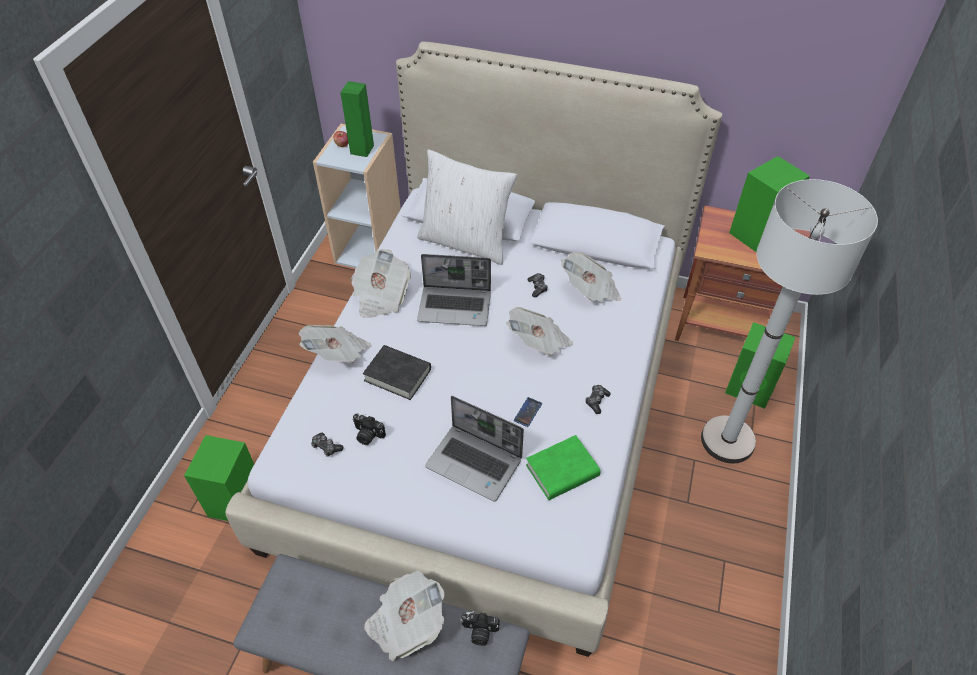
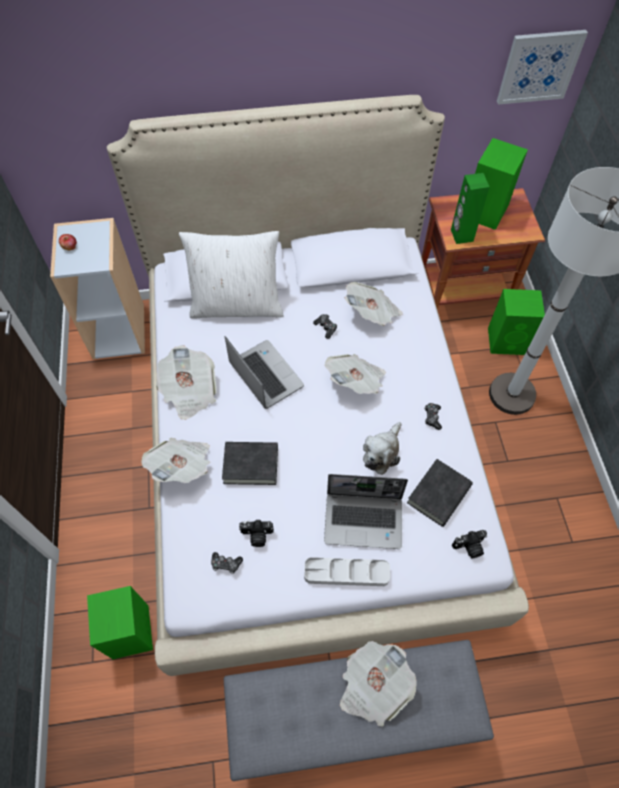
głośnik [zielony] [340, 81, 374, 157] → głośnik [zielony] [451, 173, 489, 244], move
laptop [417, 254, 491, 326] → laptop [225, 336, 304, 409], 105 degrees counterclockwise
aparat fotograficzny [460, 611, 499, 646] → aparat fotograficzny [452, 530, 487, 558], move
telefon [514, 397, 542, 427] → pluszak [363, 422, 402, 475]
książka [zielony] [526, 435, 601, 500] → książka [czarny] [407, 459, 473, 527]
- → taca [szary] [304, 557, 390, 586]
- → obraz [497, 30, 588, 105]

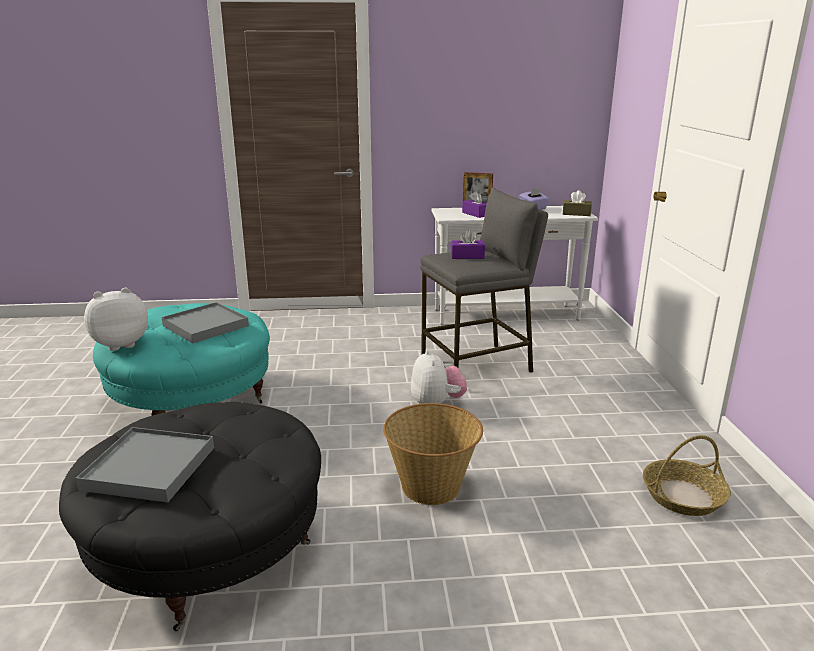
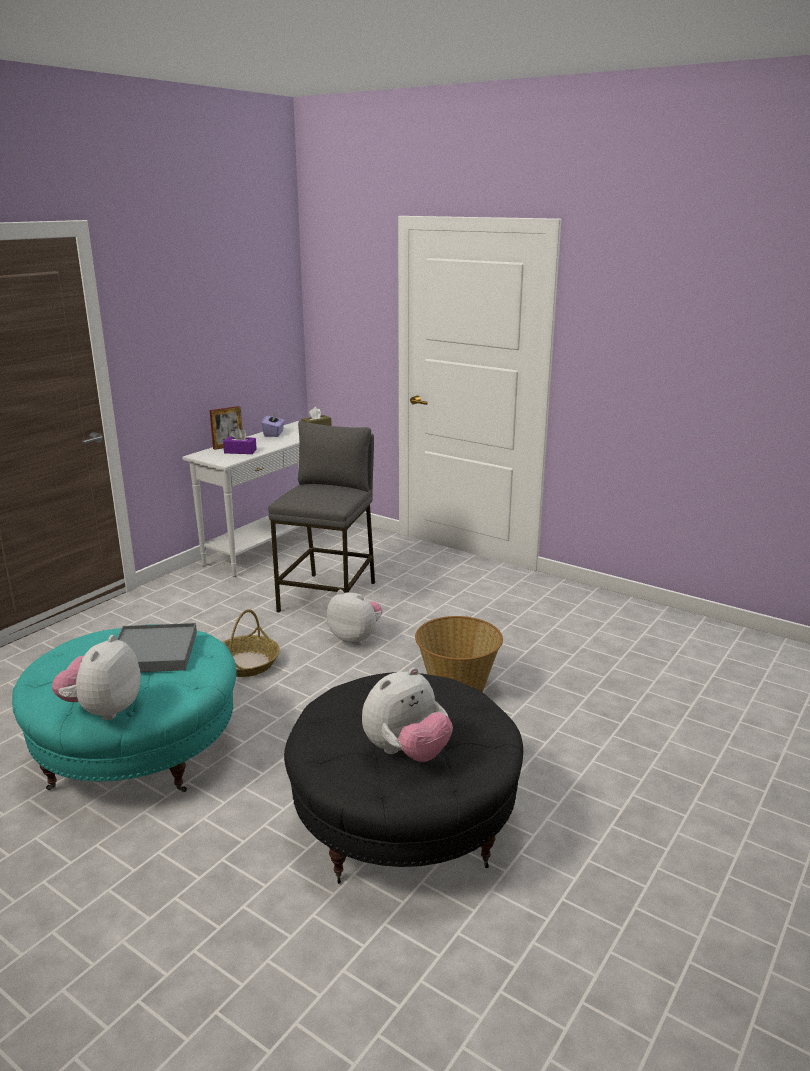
taca [szary] [76, 427, 214, 502] → pluszak [362, 667, 453, 762]
pudełko chusteczek [fioletowy] [451, 230, 485, 259] → -
koszyk [643, 435, 731, 516] → koszyk [223, 609, 280, 677], move

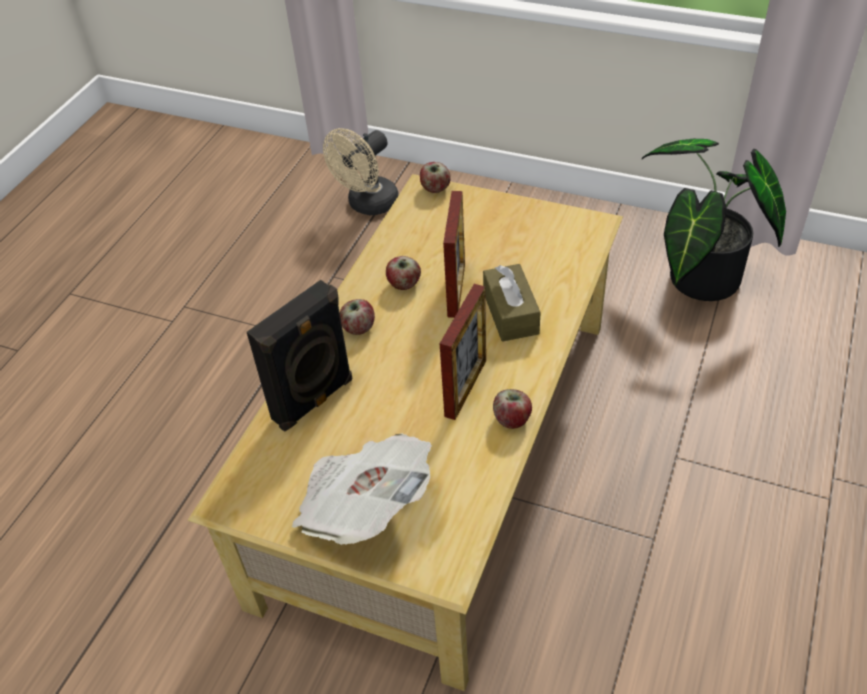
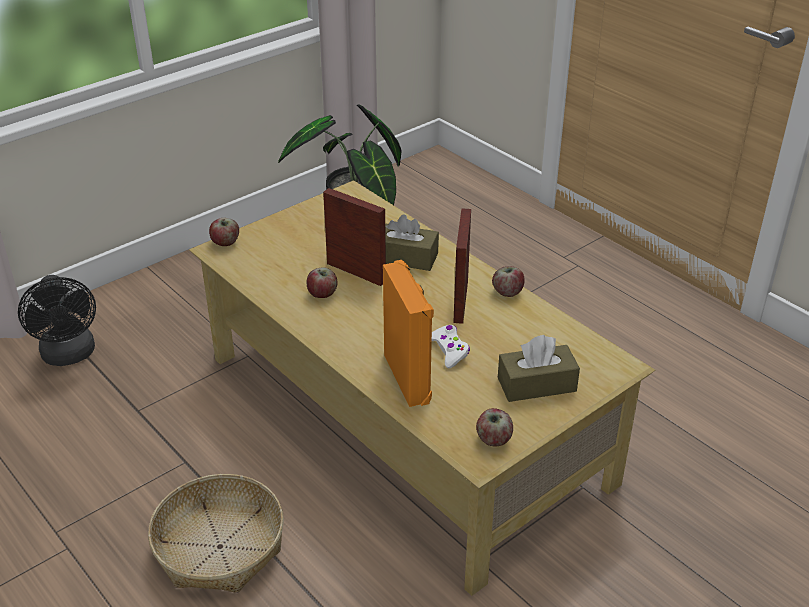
głośnik [czarny] [247, 280, 352, 432] → głośnik [pomarańczowy] [383, 260, 434, 407]
gazeta [292, 433, 432, 545] → pudełko chusteczek [brązowy] [498, 335, 580, 402]
wentylator [beżowy] [323, 128, 399, 215] → wentylator [czarny] [18, 275, 96, 366]
jabłko [340, 299, 375, 335] → jabłko [476, 408, 513, 446], move
ramka na zdjęcie [440, 284, 486, 420] → ramka na zdjęcie [453, 208, 471, 324], 135 degrees counterclockwise
- → koszyk [148, 474, 284, 593]
- → pad do gier [biały] [432, 325, 470, 368]

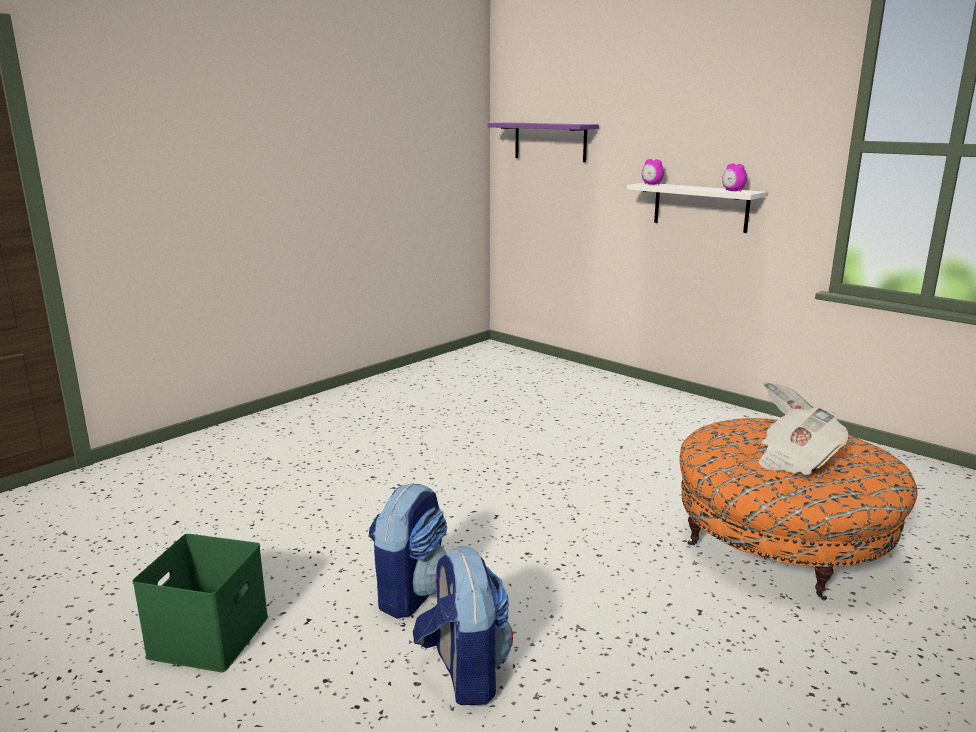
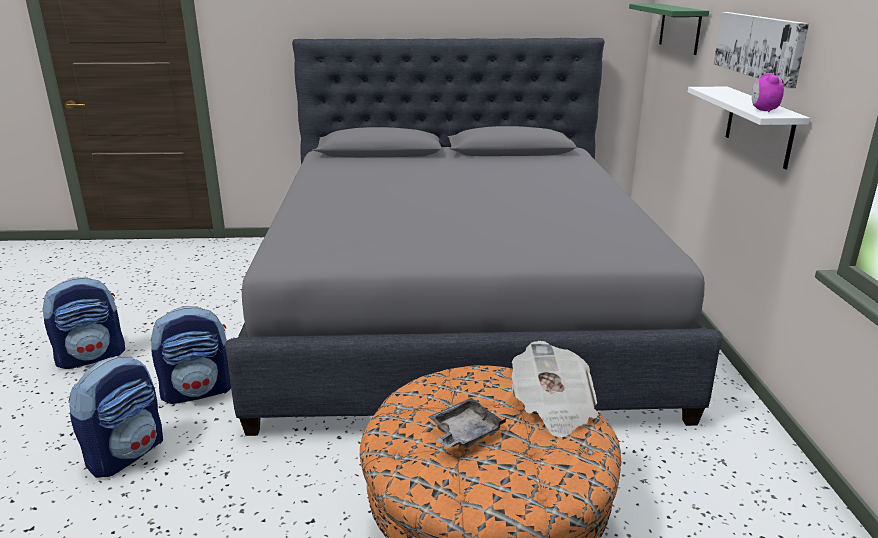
pojemnik do przechowywania [zielony] [132, 534, 268, 672] → plecak [42, 277, 125, 369]
półka [fioletowy] [488, 123, 599, 162] → półka [zielony] [629, 4, 709, 55]
budzik [642, 159, 664, 185] → -
gazeta [759, 407, 848, 475] → taca [szary] [429, 398, 506, 448]
- → łóżko [szary] [225, 38, 723, 436]
- → obraz [714, 12, 809, 88]

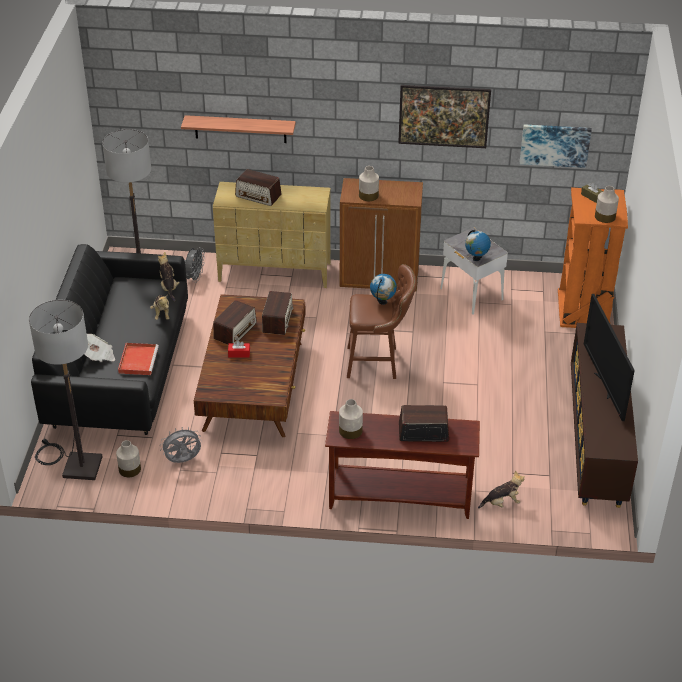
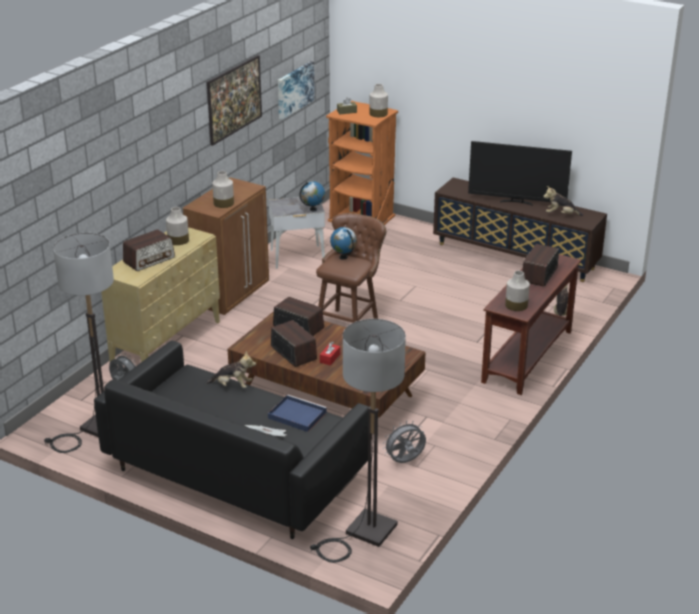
wazon [beżowy] [116, 440, 141, 477] → wazon [beżowy] [166, 207, 189, 245], move
taca [czerwony] [118, 343, 159, 375] → taca [niebieski] [268, 395, 327, 432]
pluszak [158, 252, 180, 301] → pluszak [543, 186, 583, 216], move
wentylator [szary] [160, 427, 201, 463] → wentylator [szary] [383, 421, 426, 463], 60 degrees clockwise
półka [181, 115, 296, 143] → -

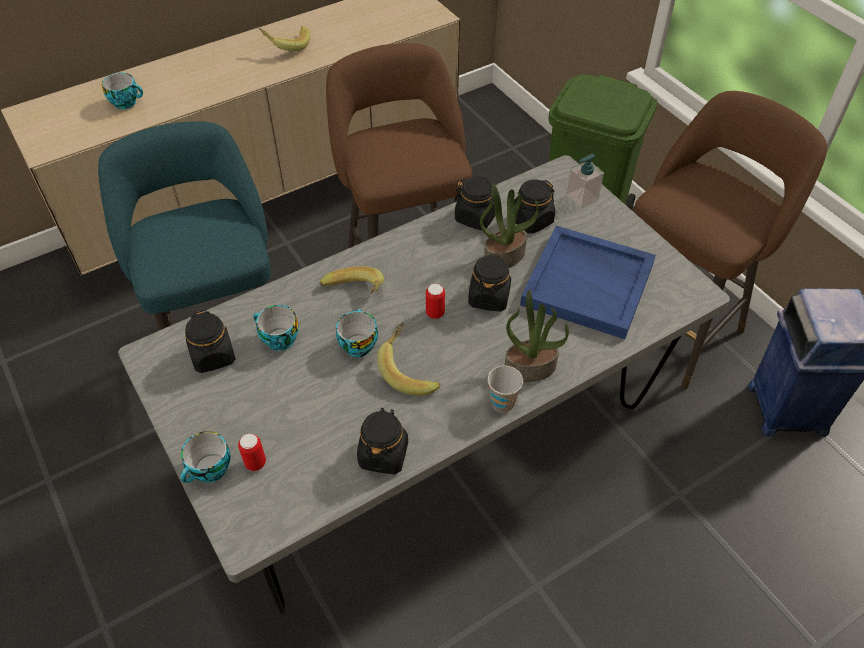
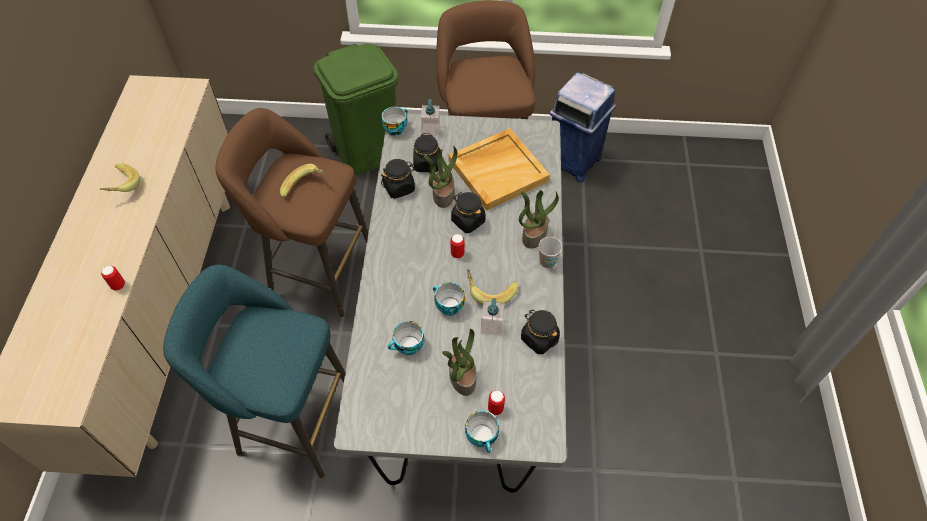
filiżanka [102, 72, 143, 109] → filiżanka [382, 107, 408, 136], move
słoik [czarny] [185, 310, 236, 373] → -
banan [319, 266, 384, 294] → banan [280, 164, 325, 199], move
taca [niebieski] [520, 226, 656, 339] → taca [beżowy] [449, 128, 550, 211]
- → puszka [101, 265, 125, 290]
- → roślina doniczkowa [442, 329, 477, 396]
- → dozownik mydła [481, 298, 505, 336]

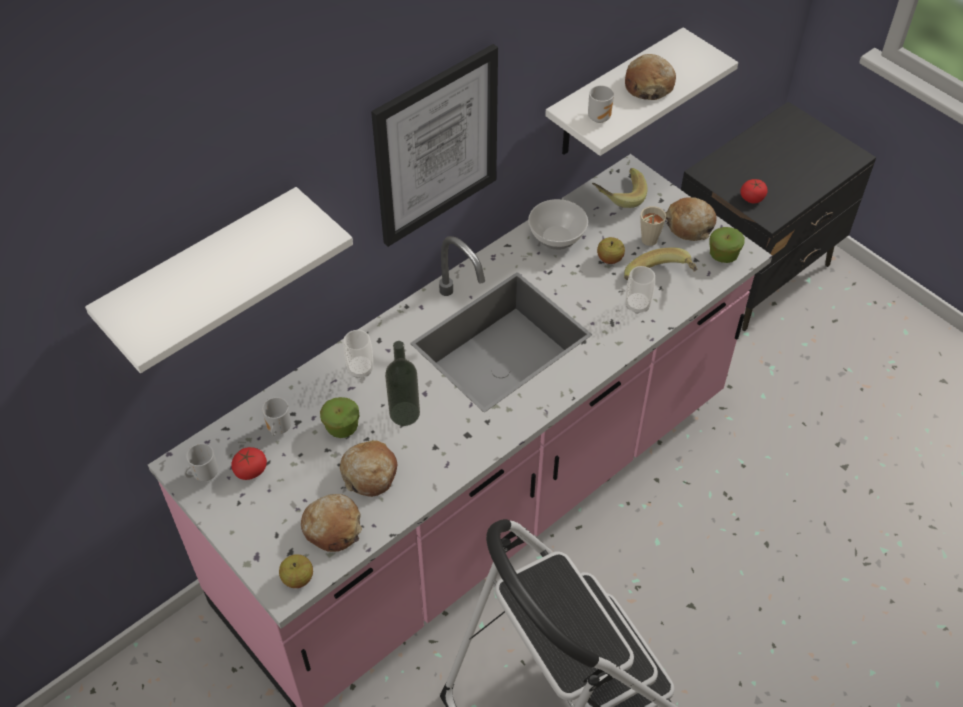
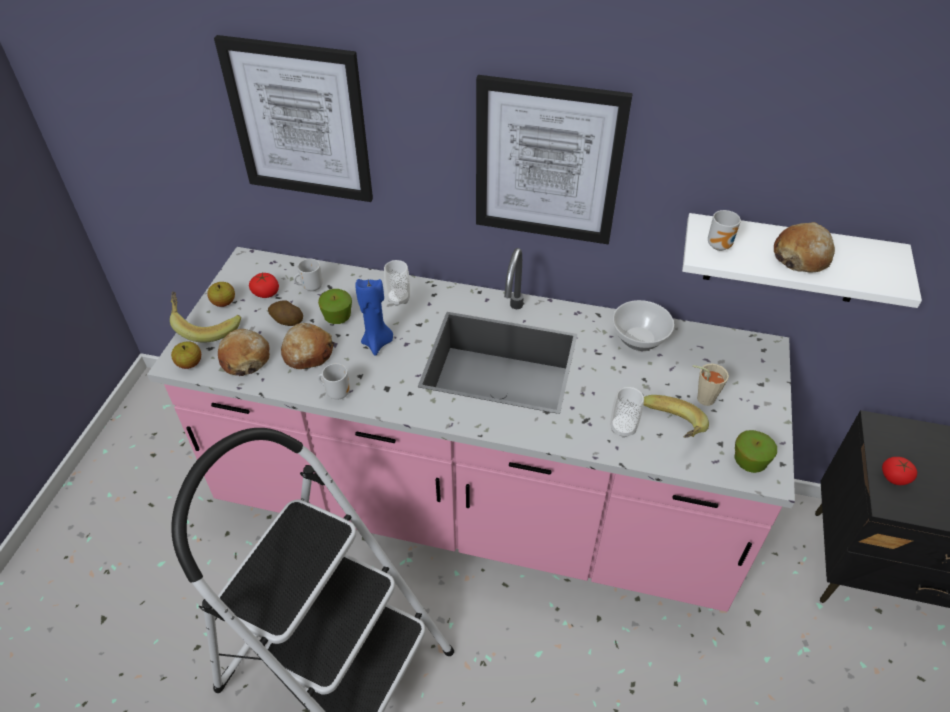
półka [biały] [85, 187, 353, 373] → obraz [214, 35, 373, 202]
kubek [184, 444, 218, 481] → kubek [318, 363, 350, 400], move
butelka [385, 341, 420, 426] → świeca [niebieski] [355, 279, 393, 356]
banan [592, 168, 648, 208] → banan [170, 292, 241, 343], move
jabłko [597, 237, 625, 264] → jabłko [207, 282, 235, 307], move
chleb [666, 197, 717, 241] → -
- → ziemniak [268, 300, 303, 326]

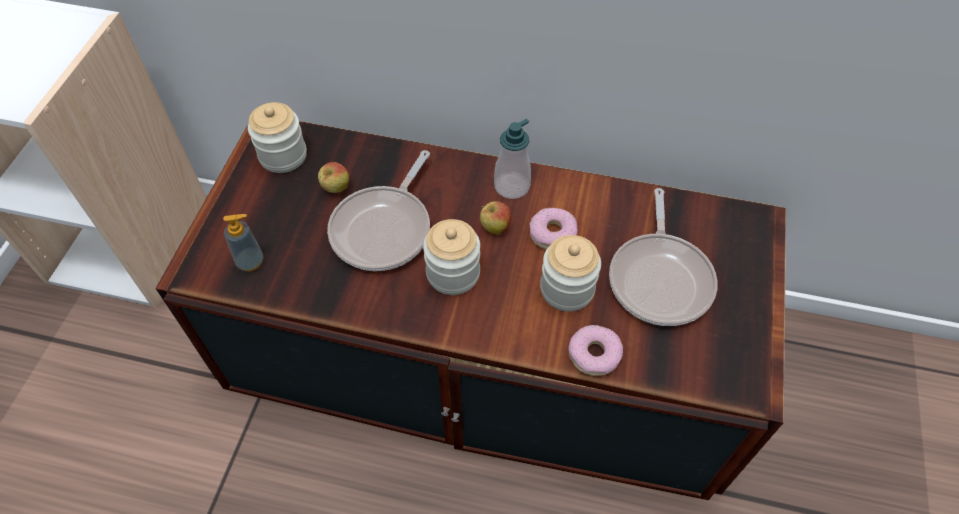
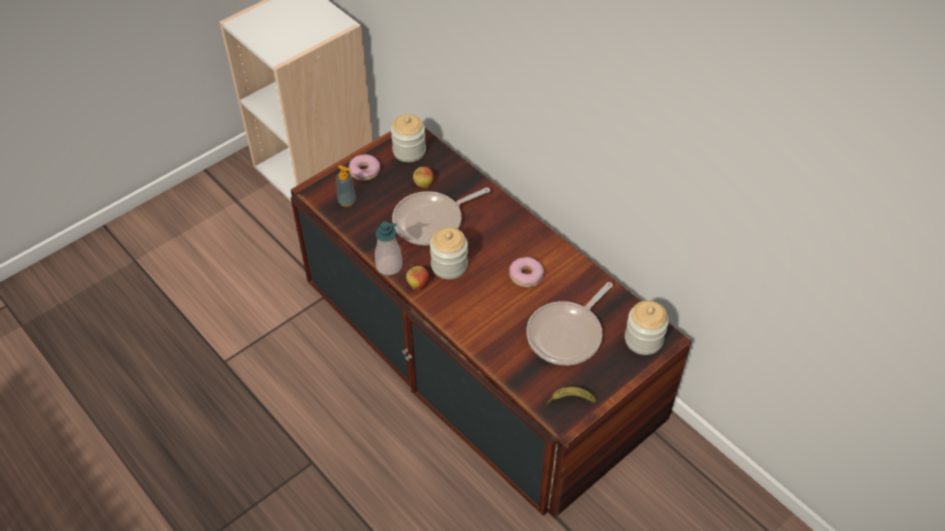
jabłko [480, 202, 511, 235] → jabłko [406, 265, 429, 290], move
dozownik mydła [494, 119, 531, 199] → dozownik mydła [375, 221, 403, 275], move
słoik [540, 235, 601, 312] → słoik [625, 300, 669, 355], move
donut [568, 325, 623, 376] → donut [349, 154, 380, 181], move
- → banan [546, 386, 597, 407]

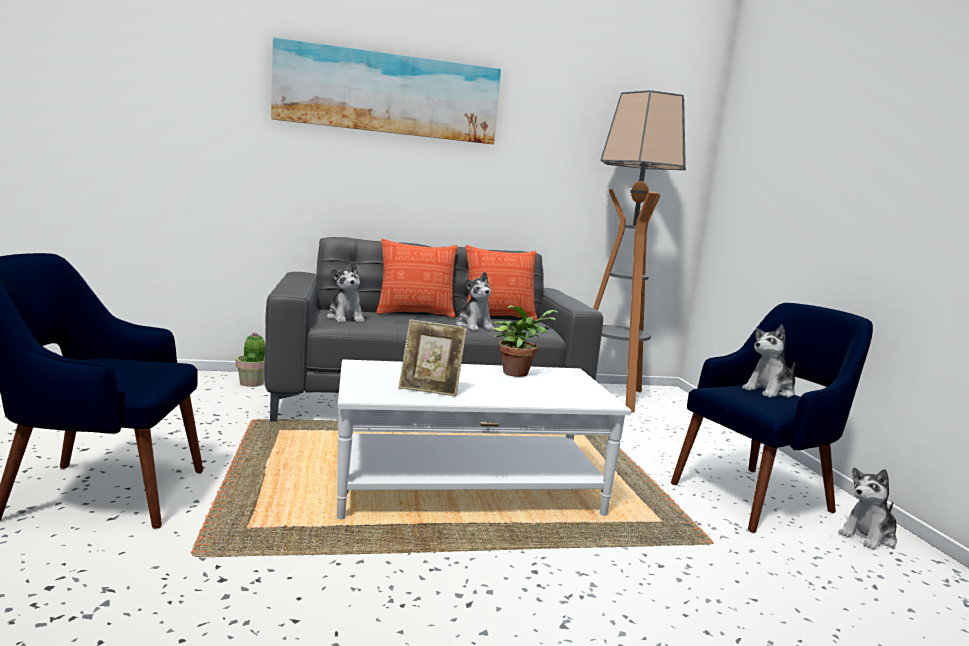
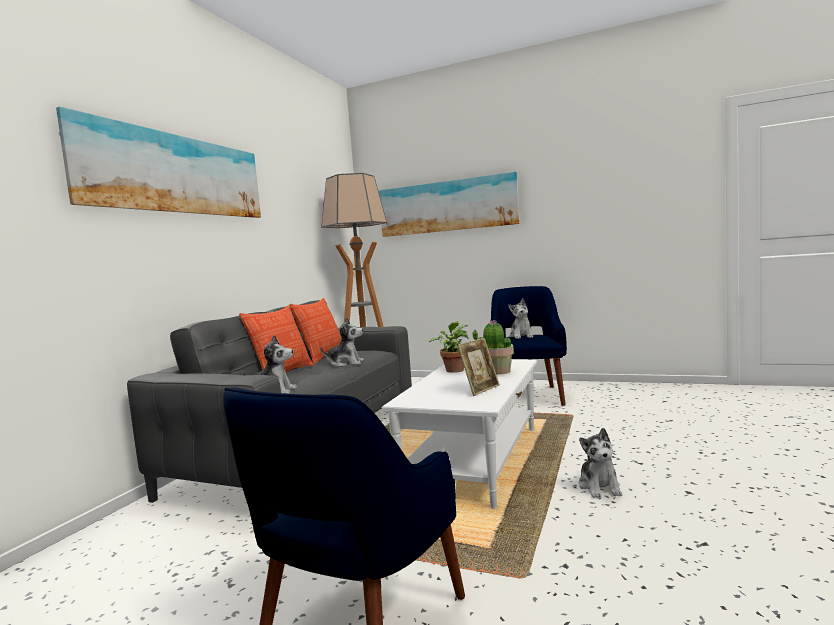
roślina doniczkowa [236, 332, 265, 387] → roślina doniczkowa [473, 320, 514, 375], move
pluszak [838, 468, 897, 550] → pluszak [579, 428, 622, 498], move
- → obraz [379, 172, 520, 237]

